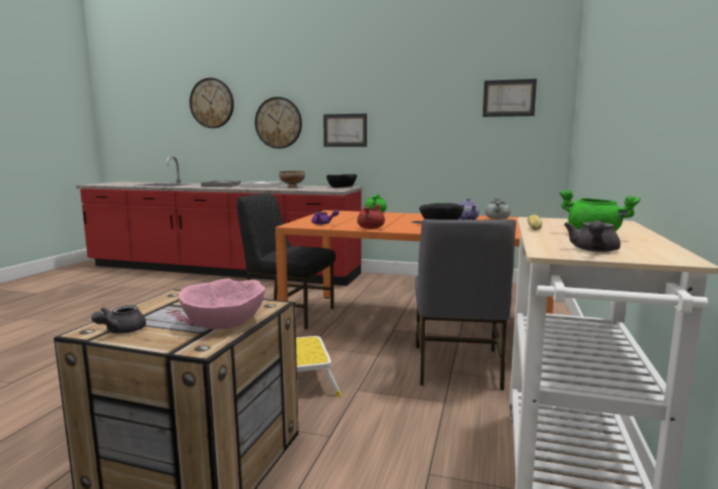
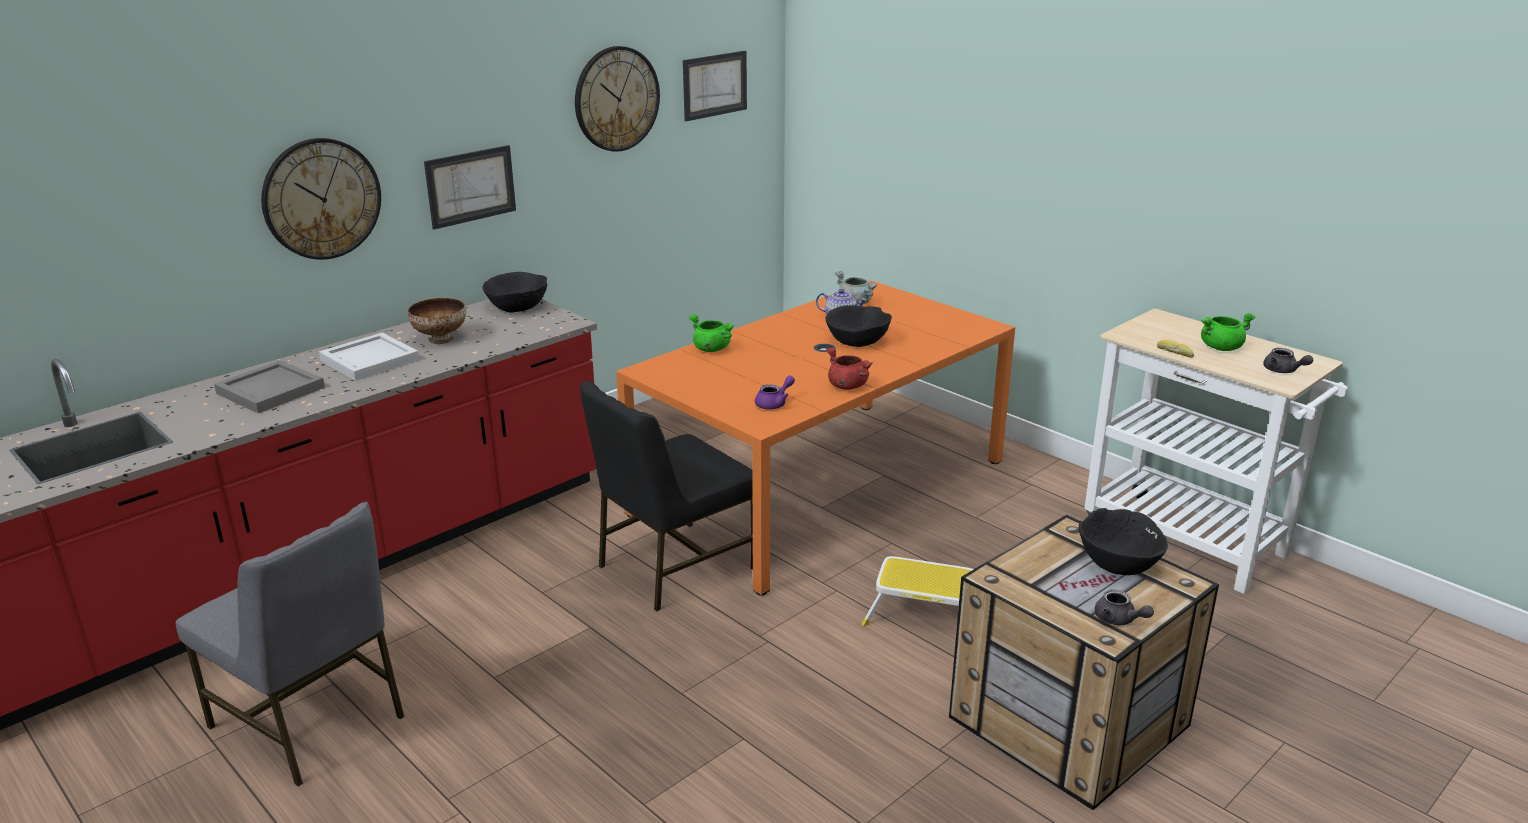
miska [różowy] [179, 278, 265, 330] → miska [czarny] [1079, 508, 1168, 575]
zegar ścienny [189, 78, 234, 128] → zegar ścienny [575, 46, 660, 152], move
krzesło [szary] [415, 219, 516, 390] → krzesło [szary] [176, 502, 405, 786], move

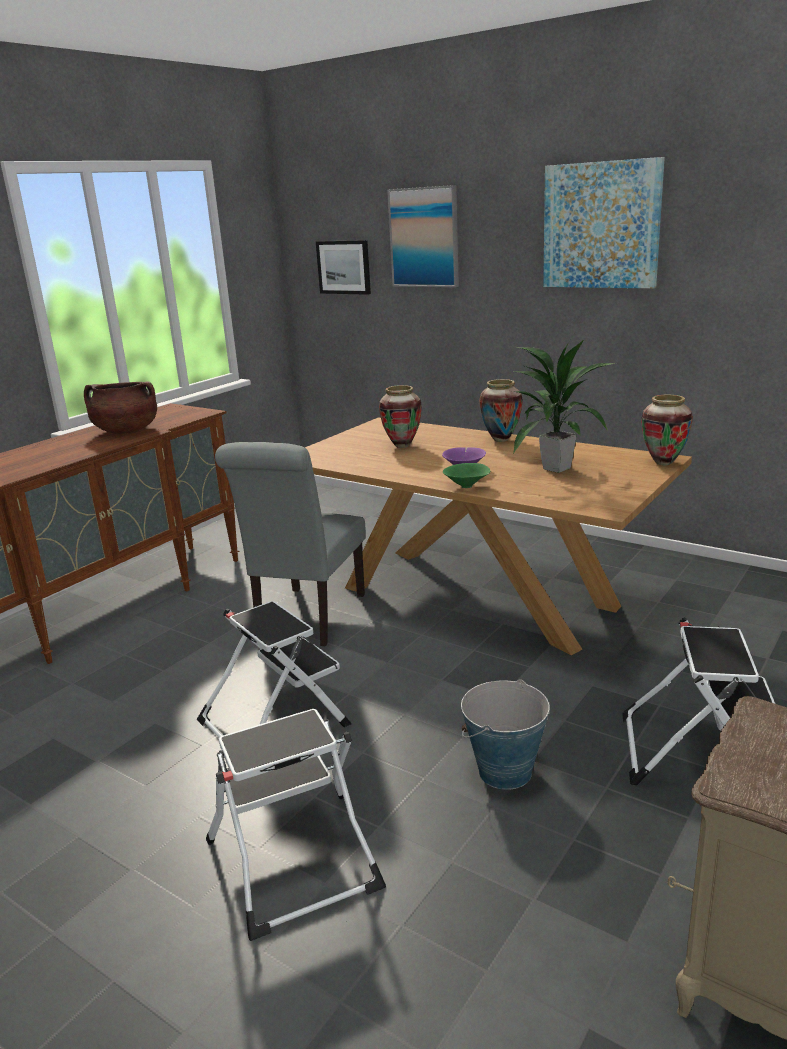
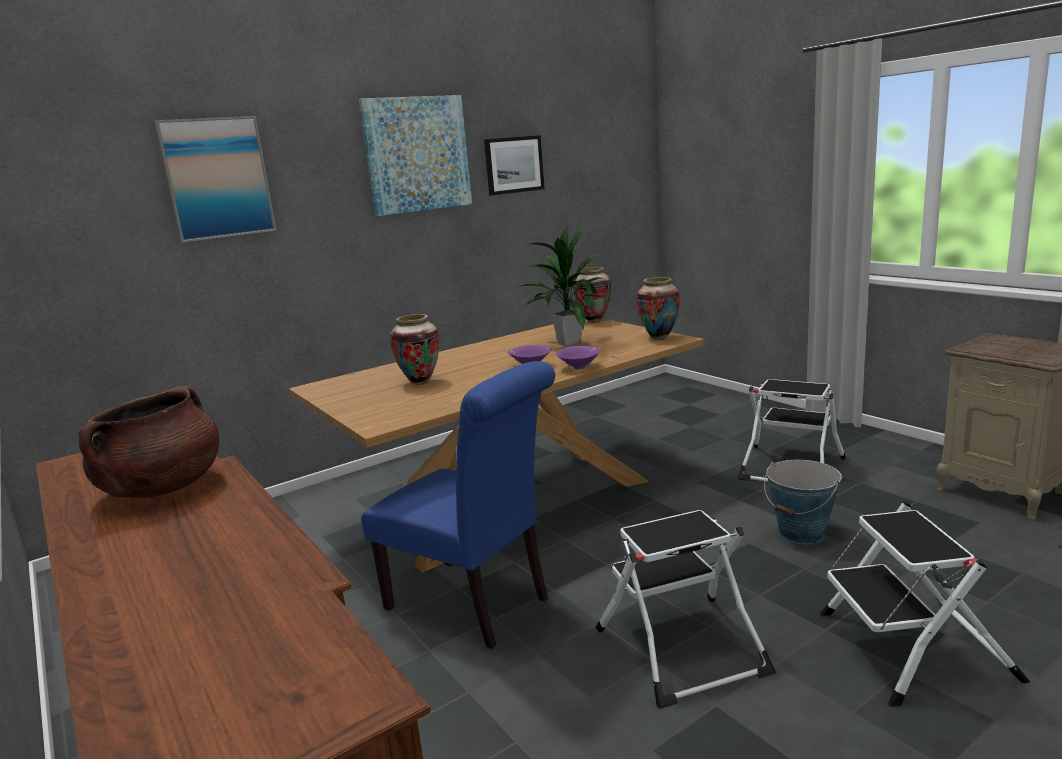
krzesło [szary] [215, 442, 366, 647] → krzesło [niebieski] [361, 361, 555, 649]
obraz [316, 240, 371, 295] → obraz [484, 135, 544, 195], move
miska [zielony] [443, 463, 490, 488] → miska [fioletowy] [556, 346, 601, 370]
wazon [479, 379, 523, 442] → wazon [636, 277, 680, 340], move

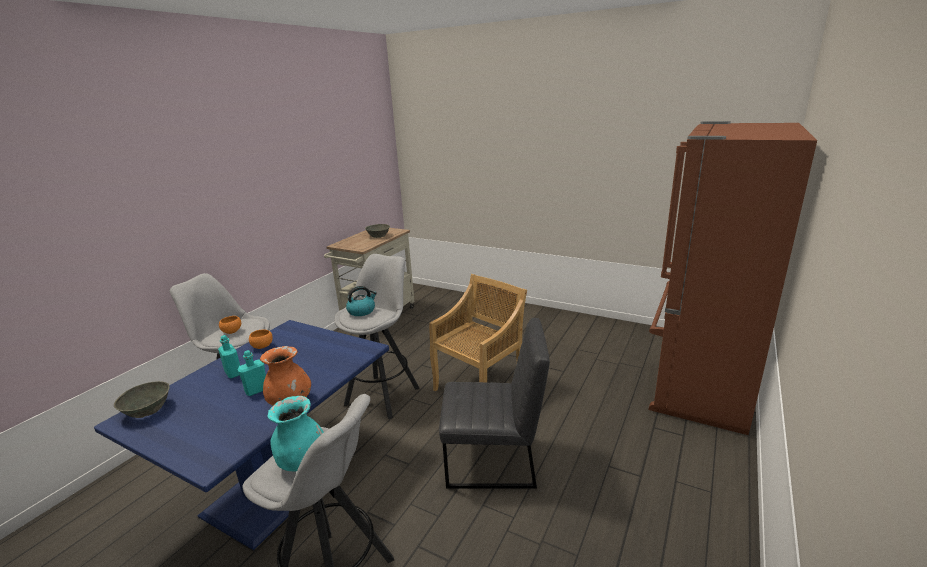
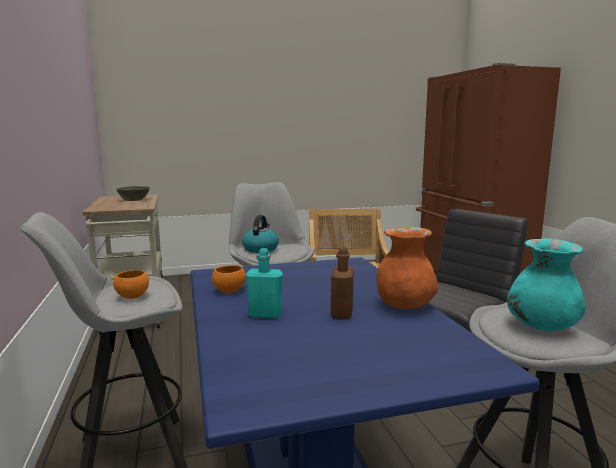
miska [szary] [114, 381, 170, 418] → -
butelka [turkusowy] [238, 350, 266, 396] → butelka [brązowy] [331, 247, 354, 319]

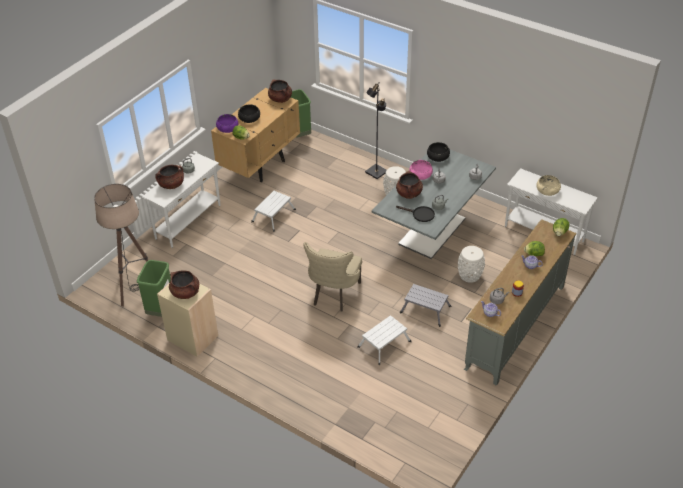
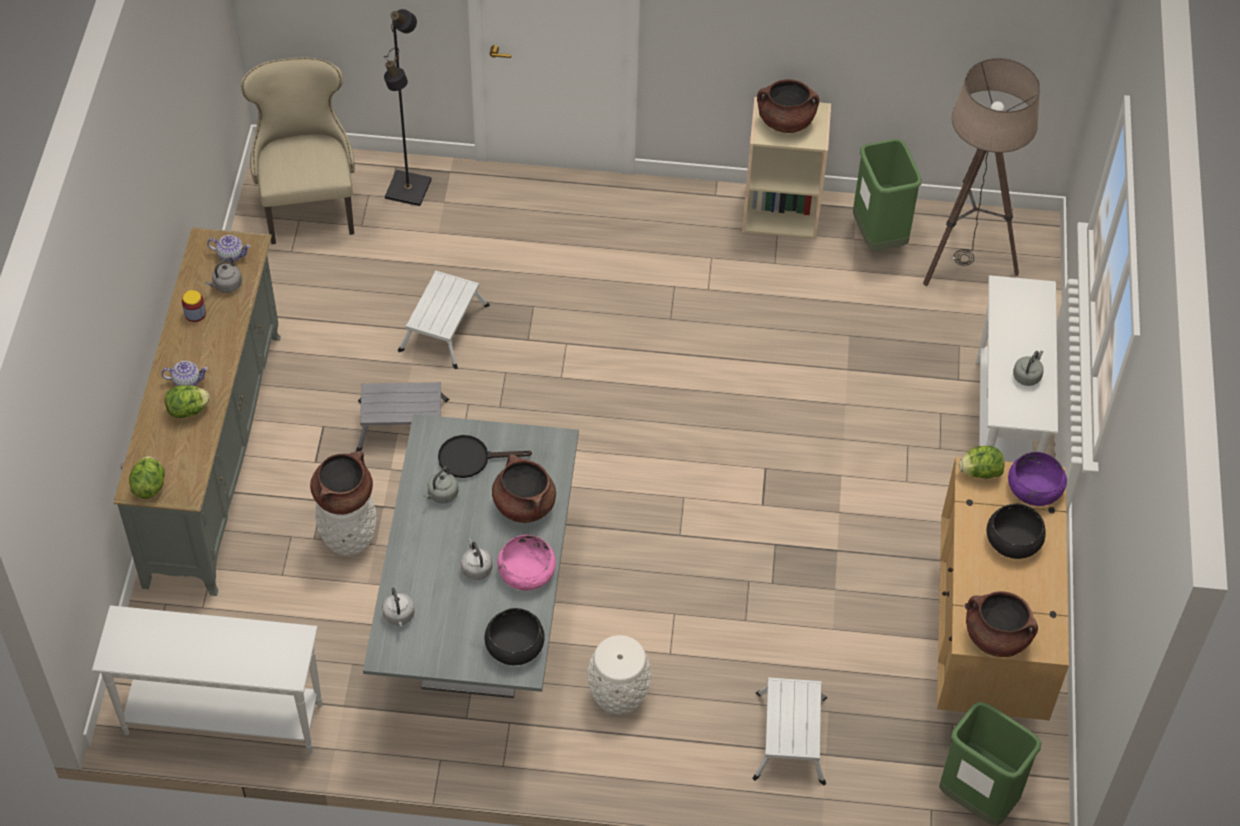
garnek [brązowy] [155, 165, 184, 189] → garnek [brązowy] [310, 451, 373, 515], move
drabinka [biały] [251, 191, 296, 232] → drabinka [biały] [752, 677, 827, 786], move
krzesło [beżowy] [303, 242, 362, 312] → krzesło [beżowy] [241, 57, 355, 244], move
lampa stojąca [czarny] [365, 84, 387, 179] → lampa stojąca [czarny] [384, 9, 432, 206], move
miska [beżowy] [536, 175, 561, 196] → -

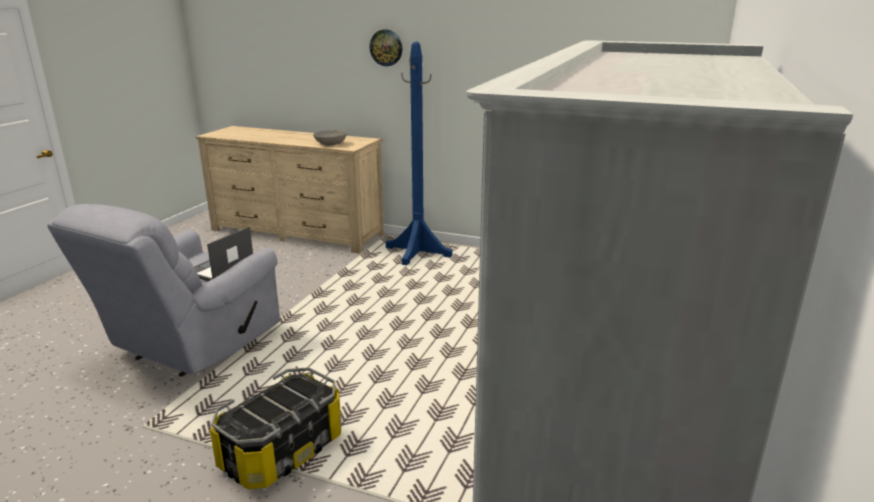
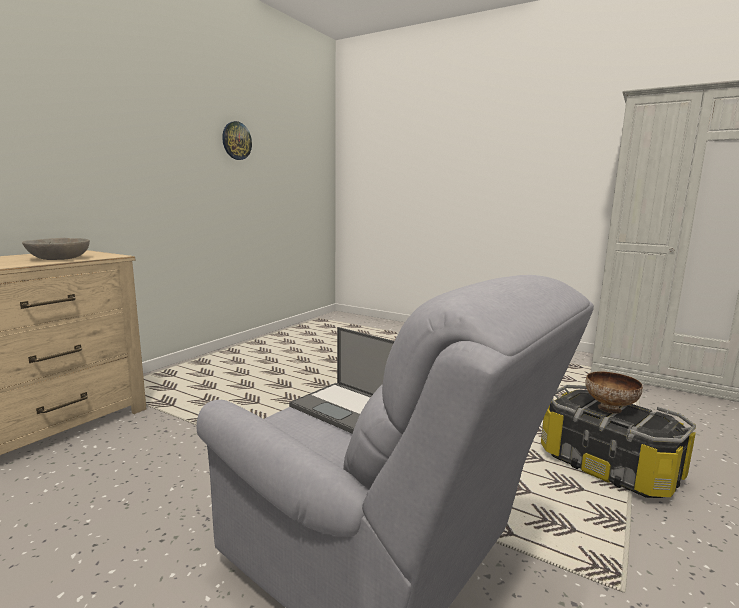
zegar ścienny [370, 30, 402, 66] → zegar ścienny [222, 121, 252, 160], move
wieszak [niebieski] [386, 42, 452, 265] → -
- → miska [585, 371, 643, 414]

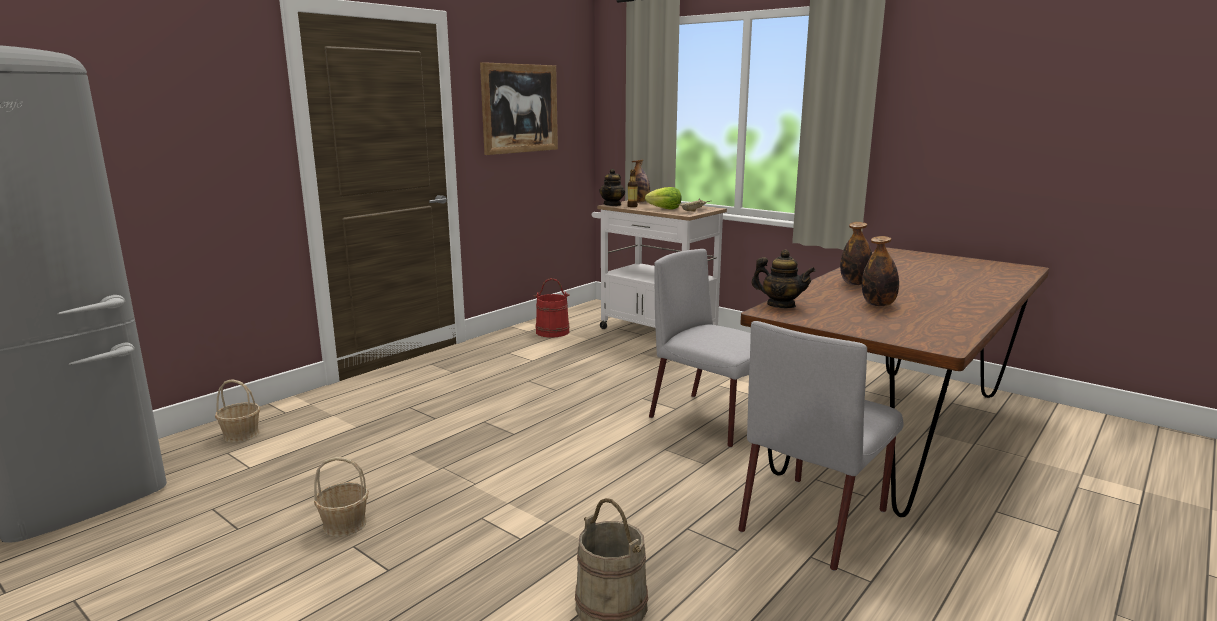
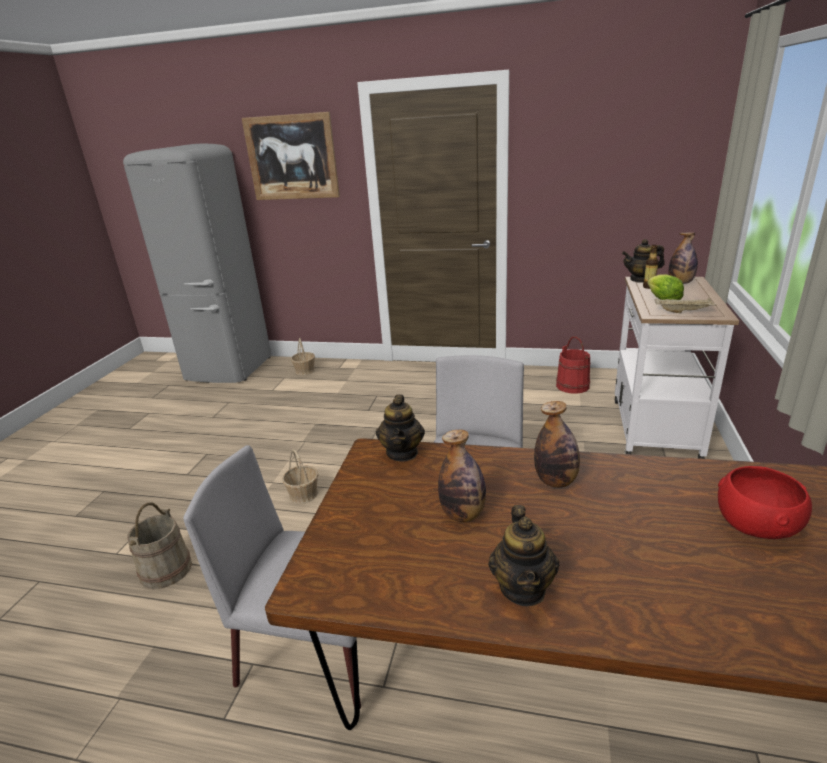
koszyk [314, 457, 369, 537] → koszyk [282, 449, 319, 504], move
obraz [480, 62, 558, 155] → obraz [242, 112, 340, 200], move
- → imbryk [488, 505, 559, 606]
- → miska [czerwony] [718, 466, 812, 539]

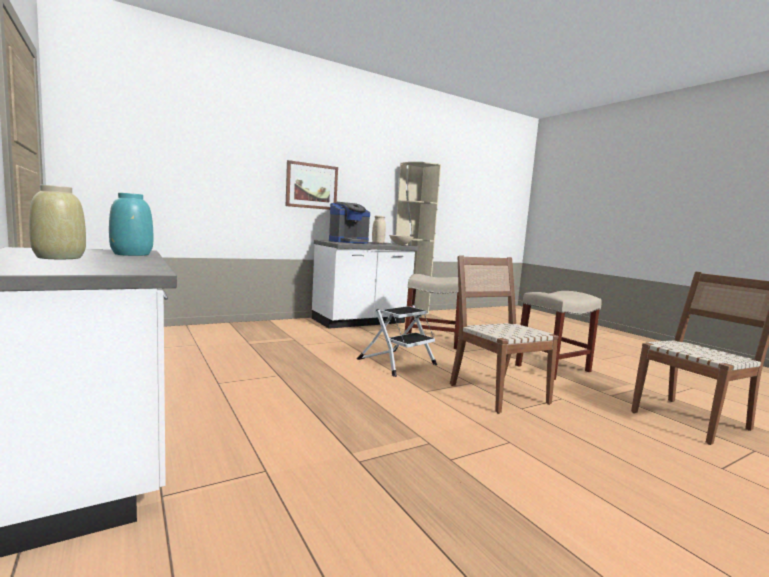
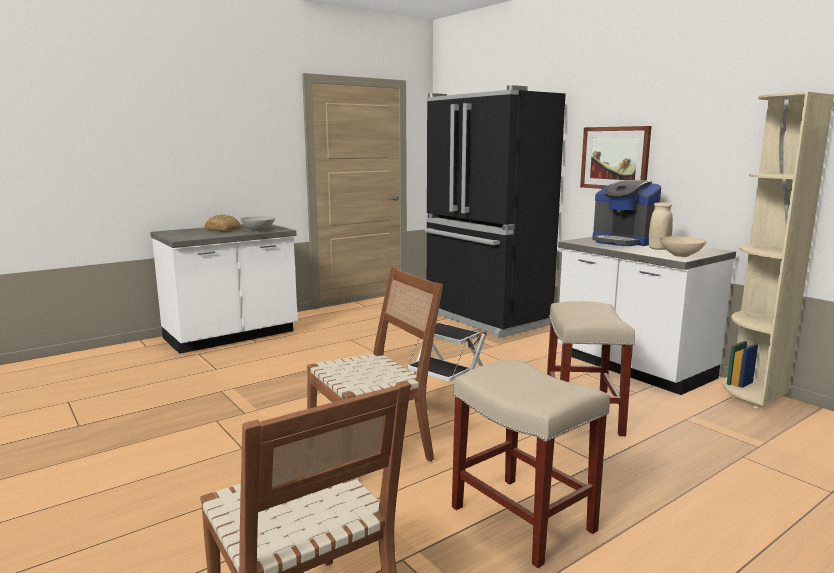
wazon [beżowy] [29, 185, 86, 259] → chleb [204, 214, 241, 231]
wazon [turkusowy] [109, 193, 153, 256] → miska [szary] [240, 216, 275, 232]
- → lodówka [czarny] [424, 85, 566, 338]

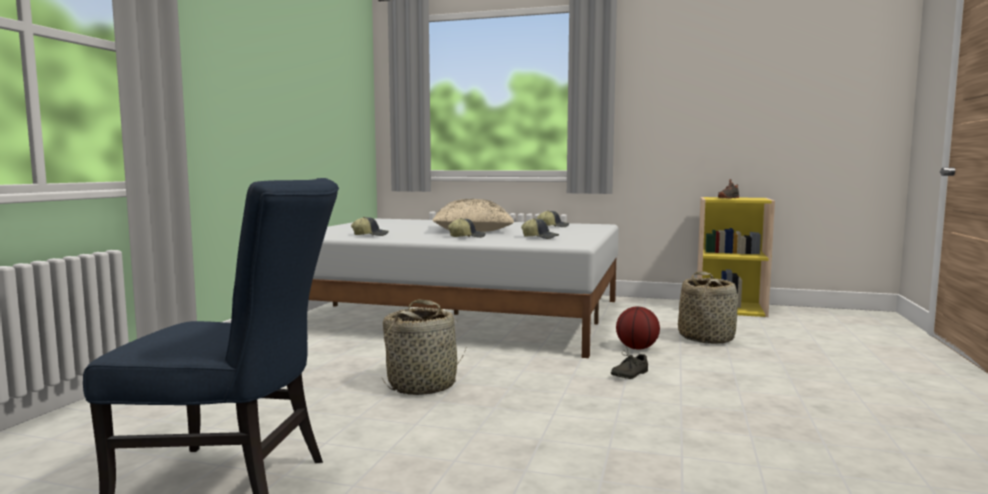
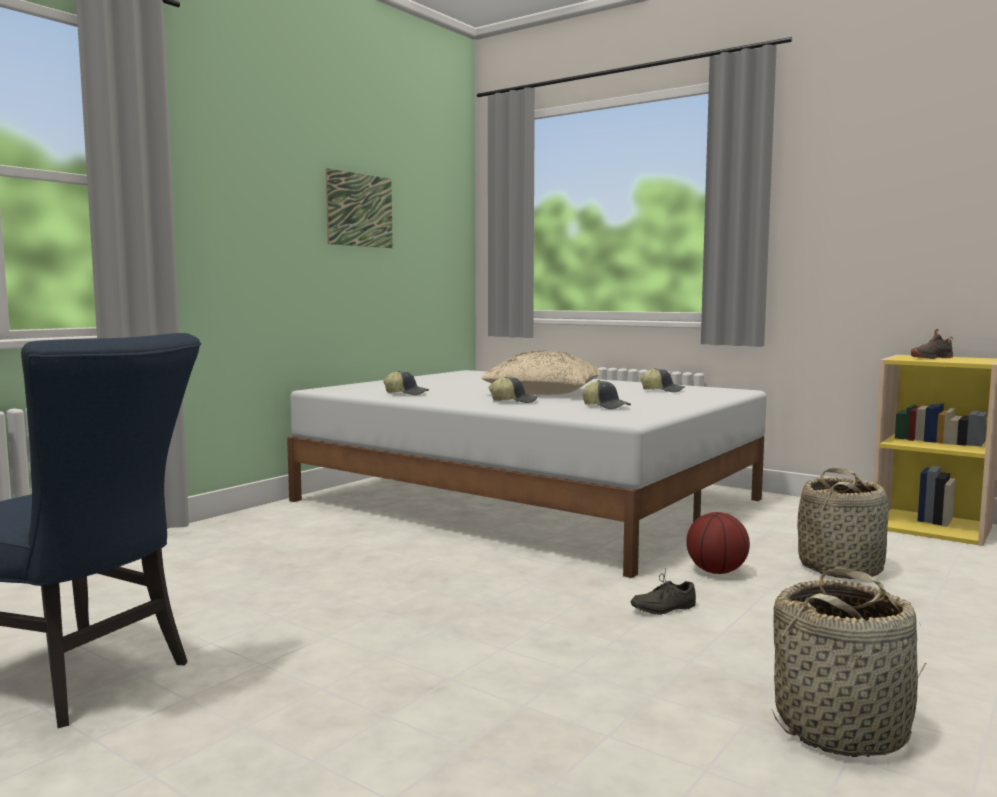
koszyk [382, 300, 466, 395] → koszyk [772, 567, 928, 757], move
- → obraz [326, 168, 393, 248]

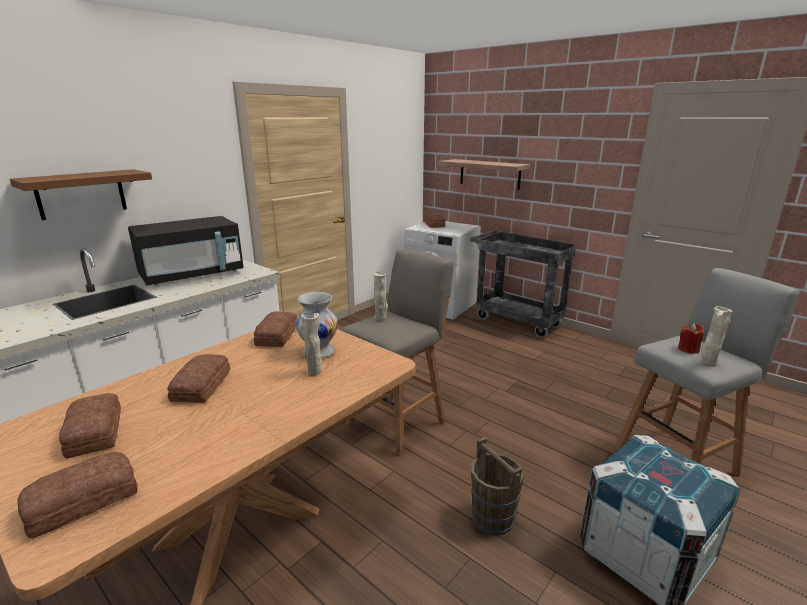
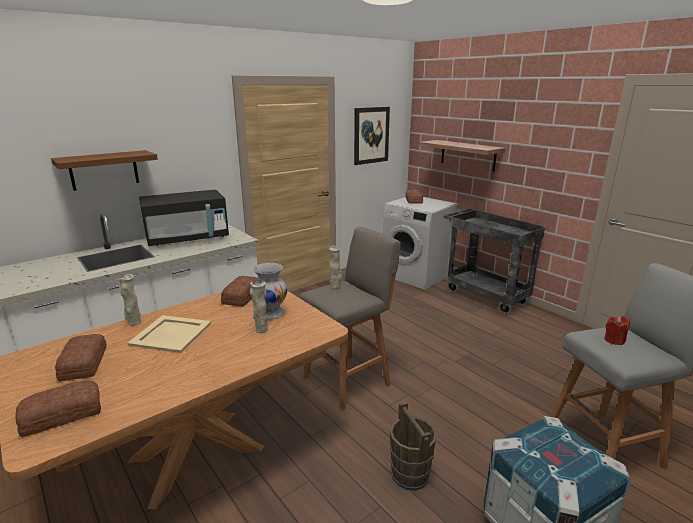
chleb [167, 354, 230, 403] → taca [beżowy] [127, 315, 211, 353]
wazon [beżowy] [701, 306, 732, 366] → wazon [beżowy] [119, 274, 141, 326], move
- → obraz [354, 107, 390, 165]

